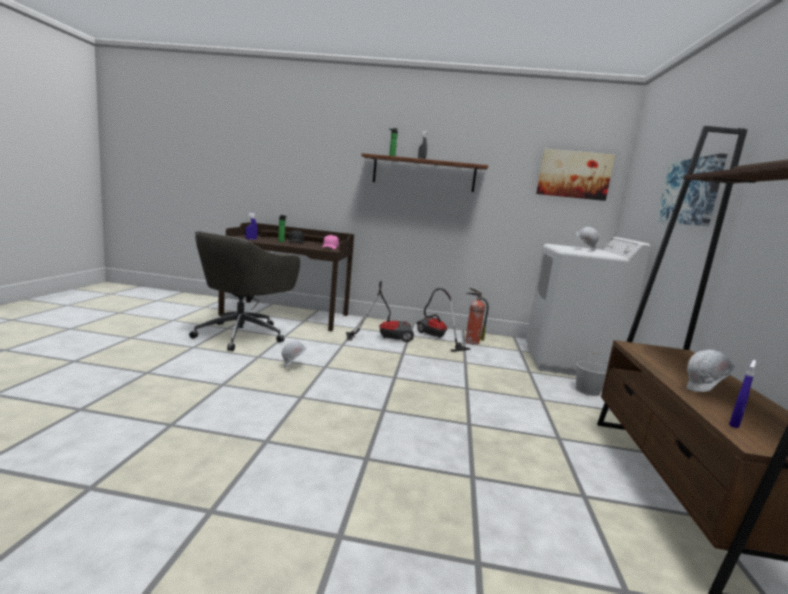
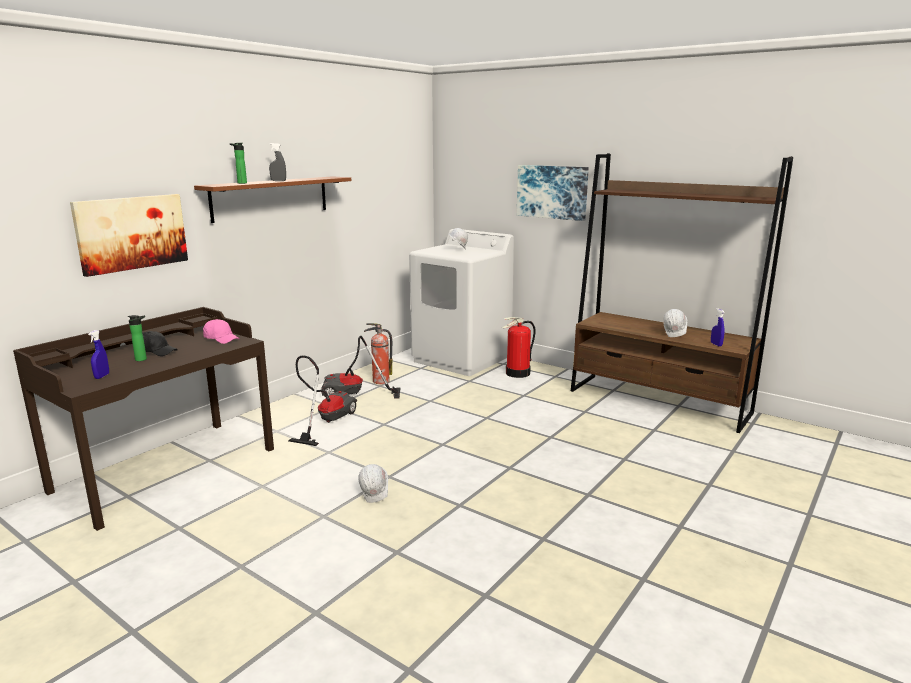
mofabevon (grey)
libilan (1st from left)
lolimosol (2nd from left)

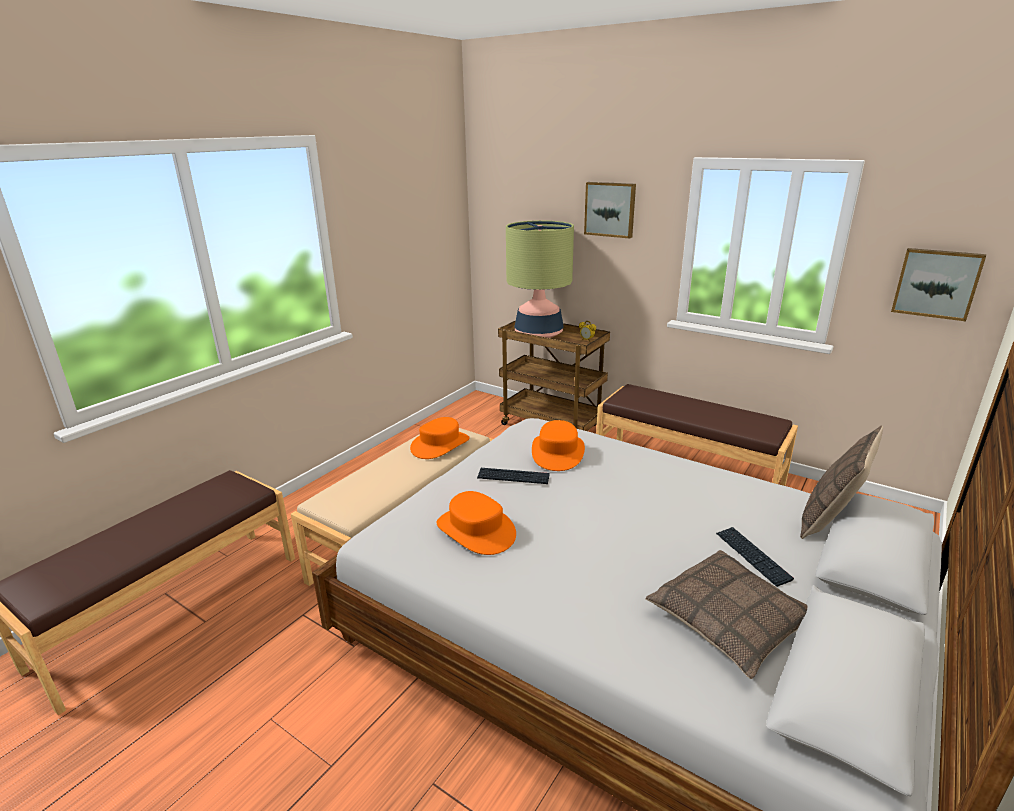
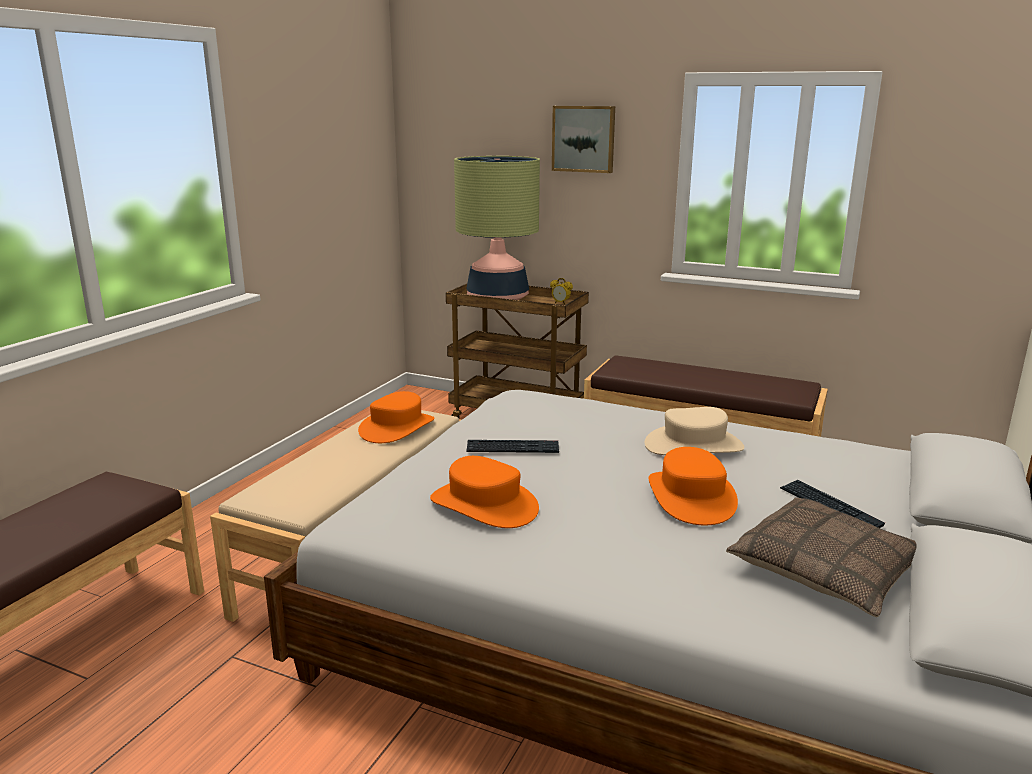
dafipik (2nd from left in the first image)
libilan (2nd from left in the first image)
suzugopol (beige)
suzugopol (orange) (3rd from left)

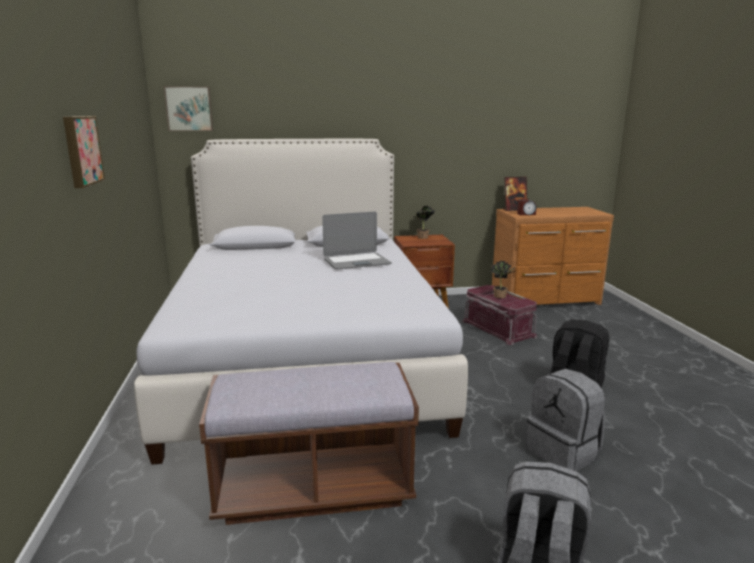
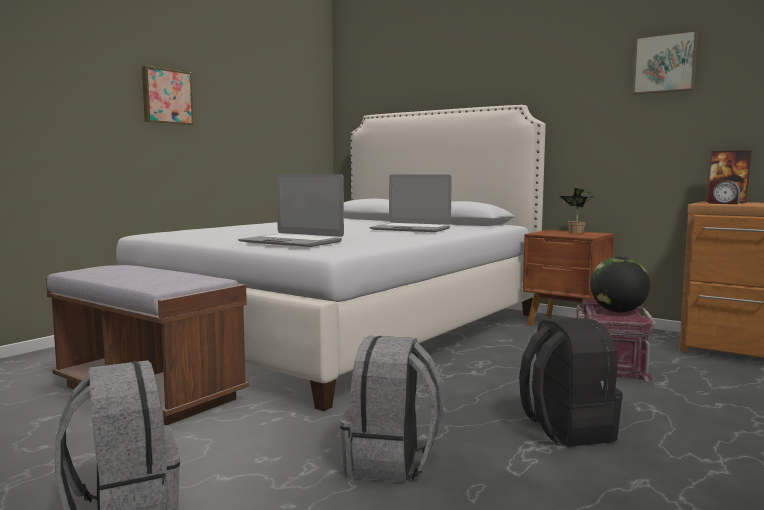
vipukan (1st from left)
libilan (2nd from left)
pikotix

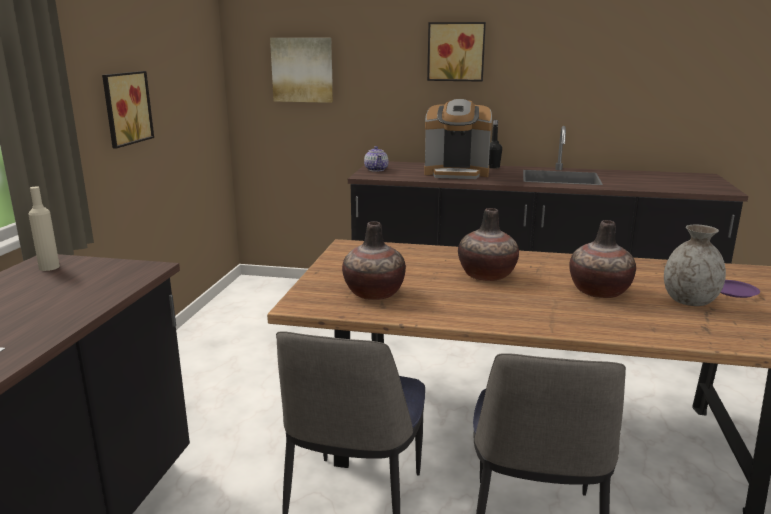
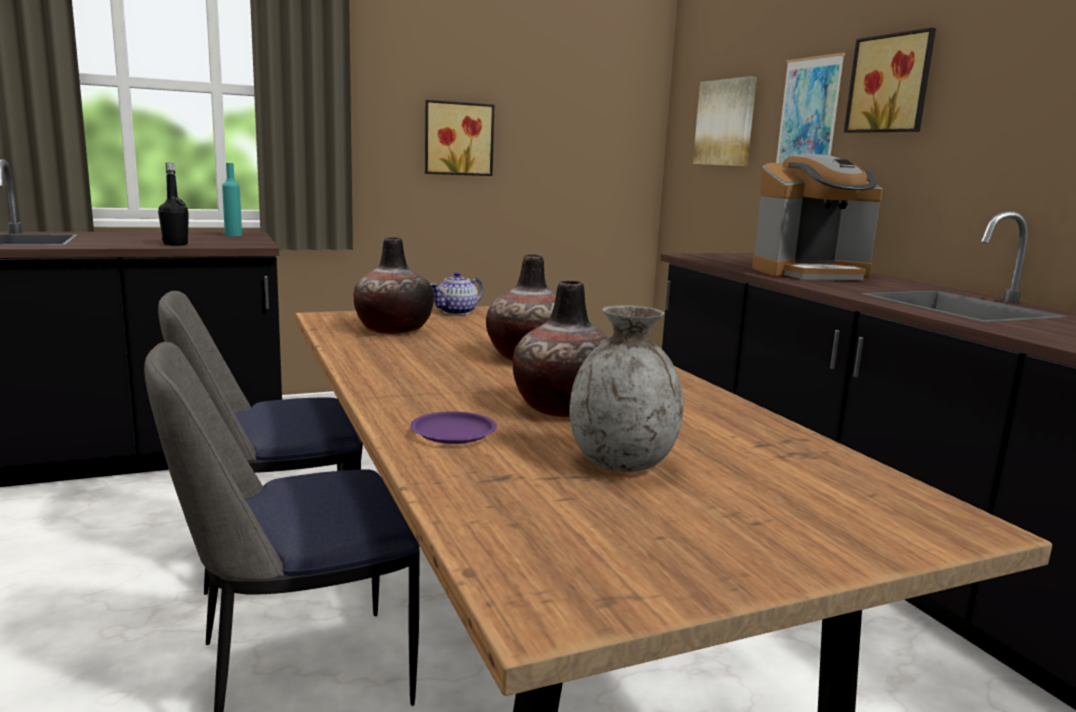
libilan (3rd from left)
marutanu
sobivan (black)
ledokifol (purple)
sobivan (turquoise)
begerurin

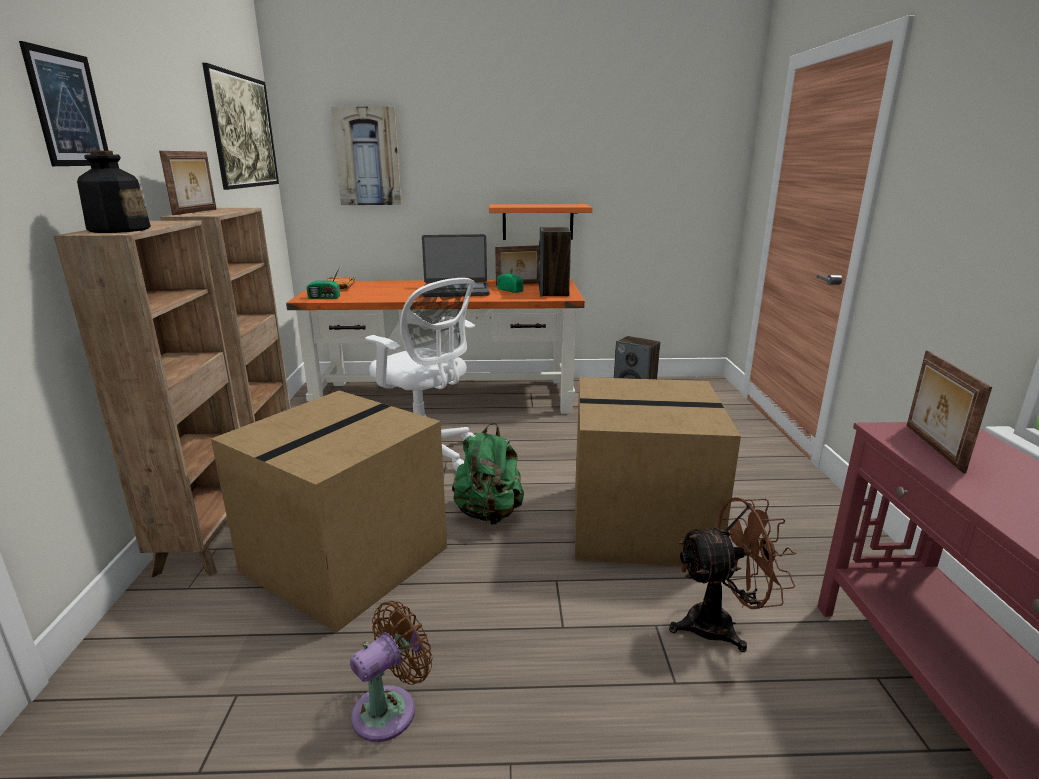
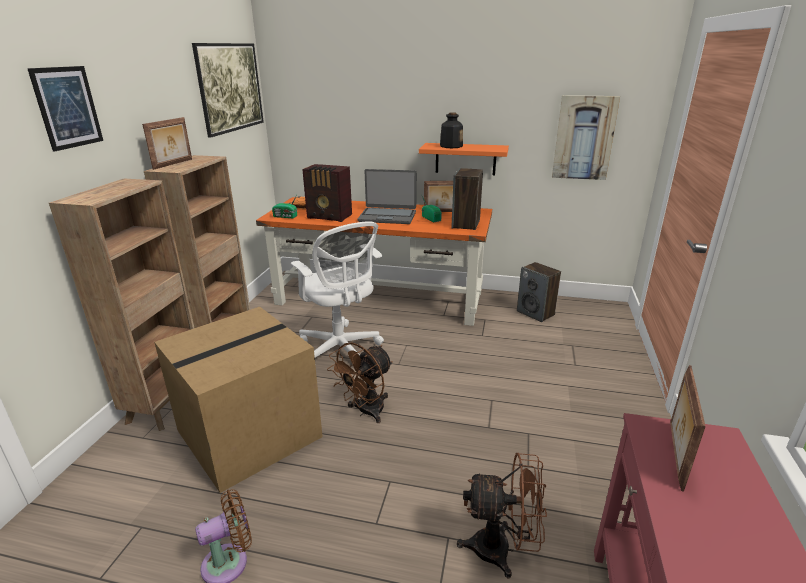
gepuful (2nd from left in the first image)
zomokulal (2nd from left)
sobivan
libilan (3rd from left)
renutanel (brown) (2nd from left)

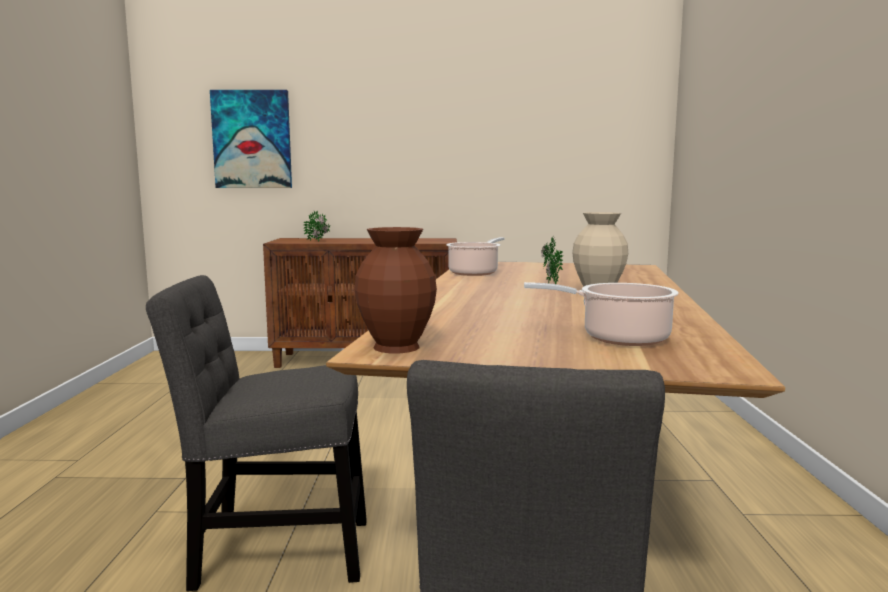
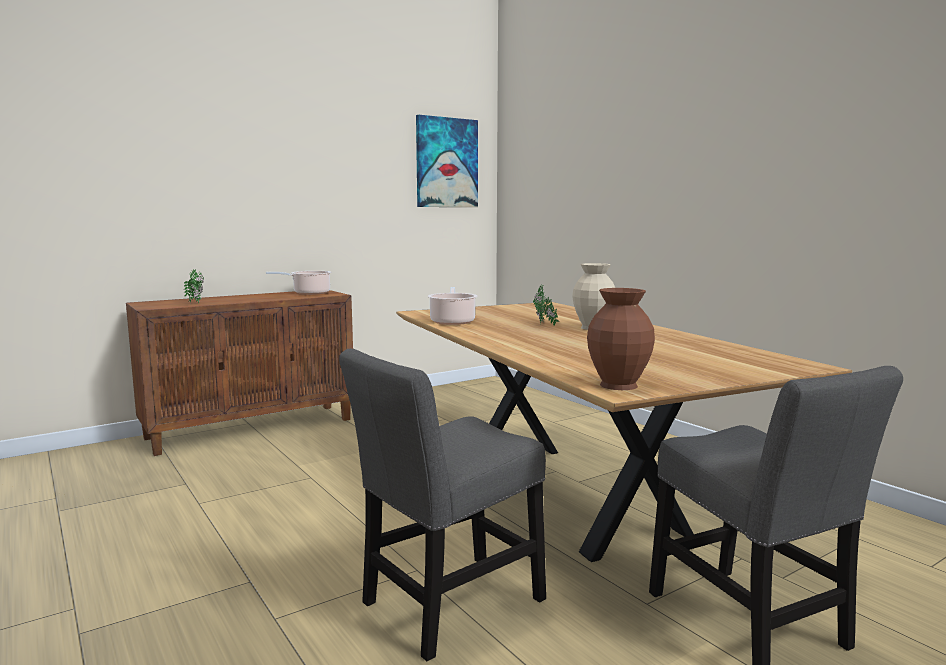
libilan
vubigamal (1st from left)

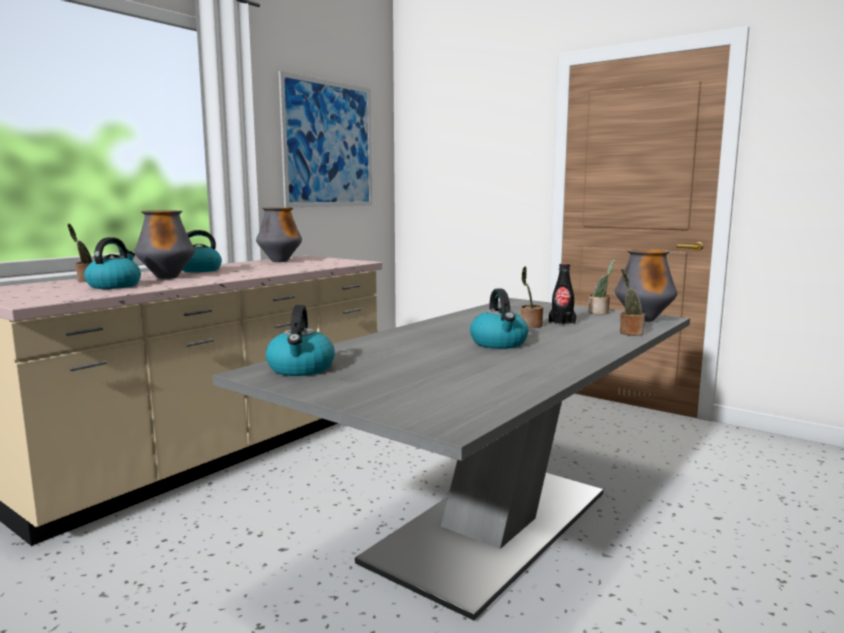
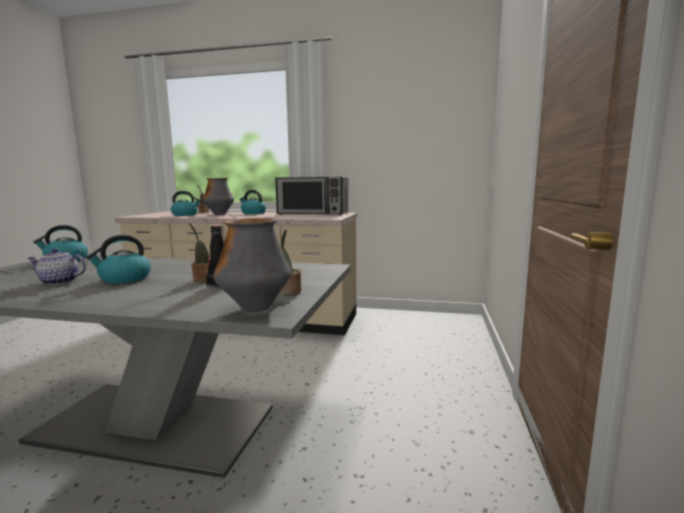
libilan
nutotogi (4th from left in the first image)
marutanu
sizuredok

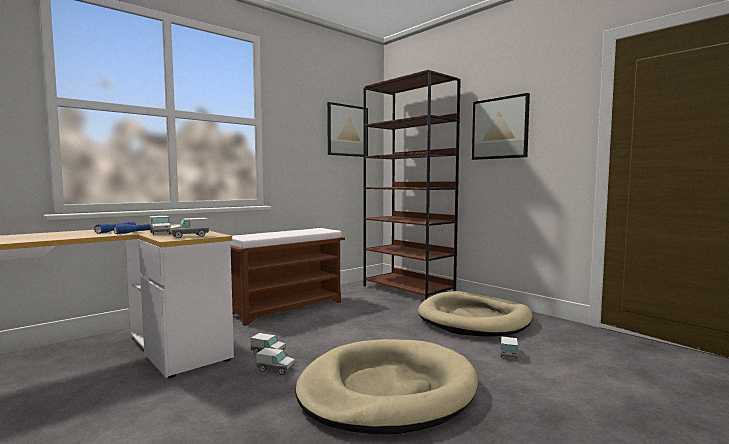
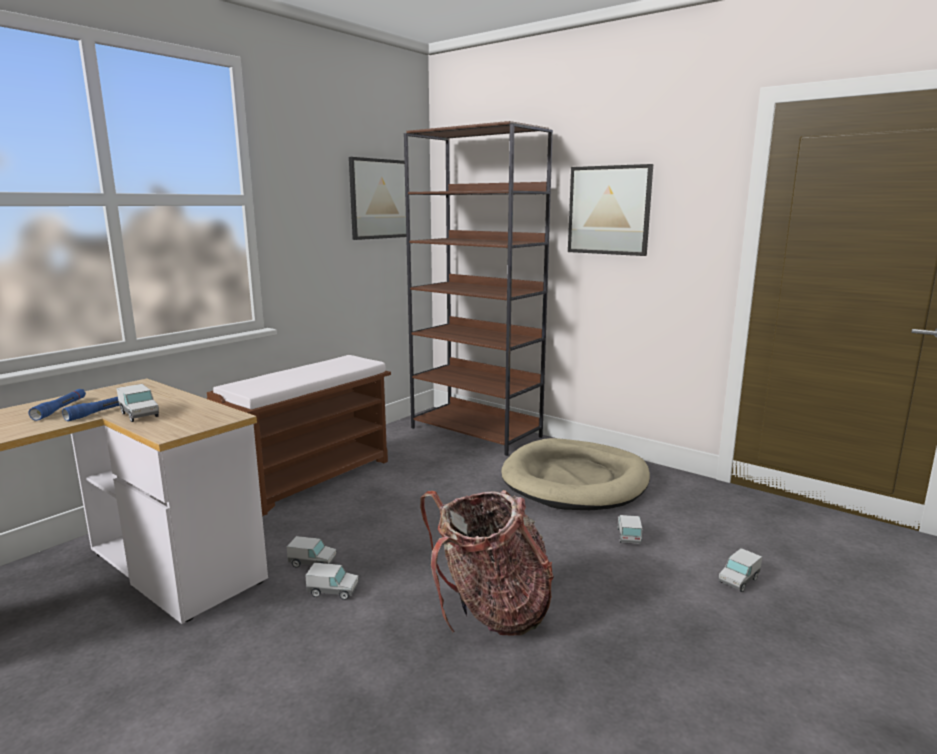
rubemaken (5th from left)
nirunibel

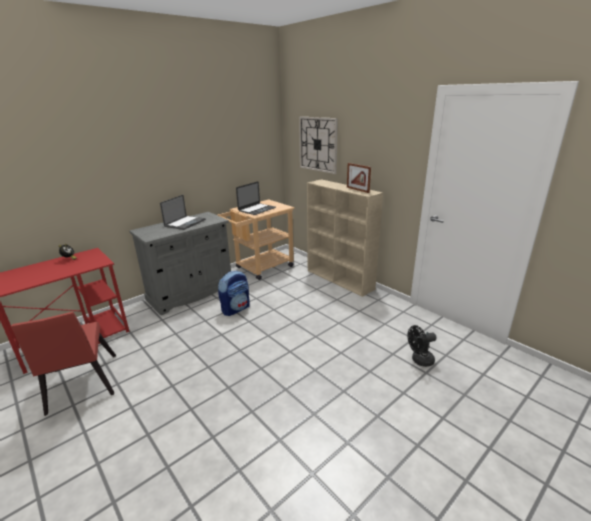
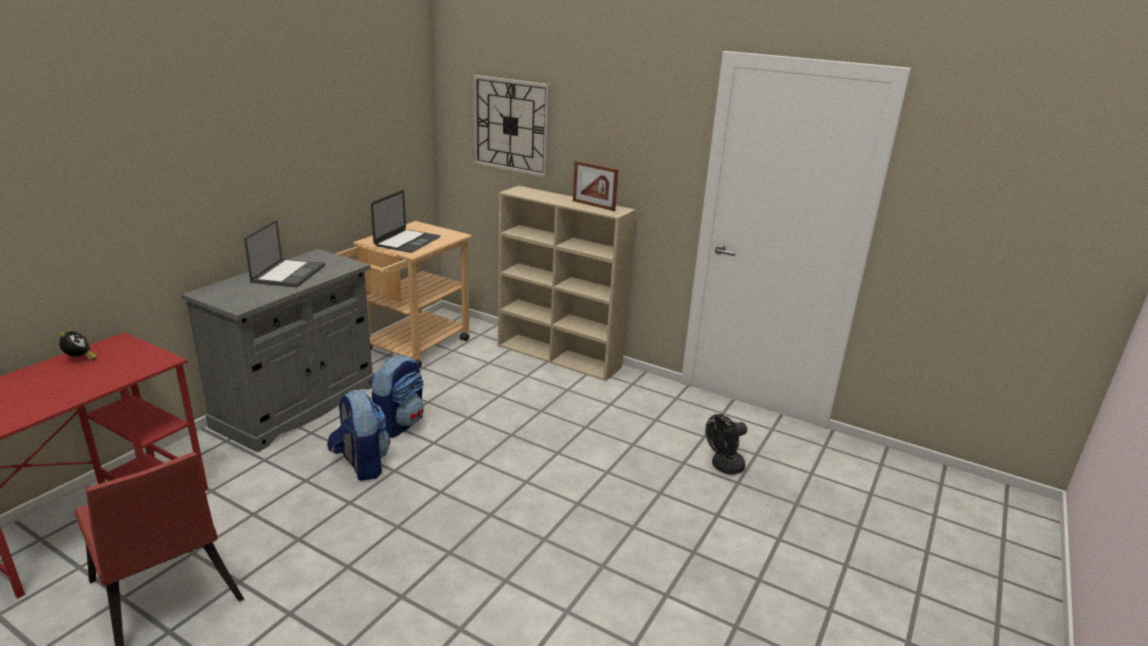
nirunibel (1st from left)

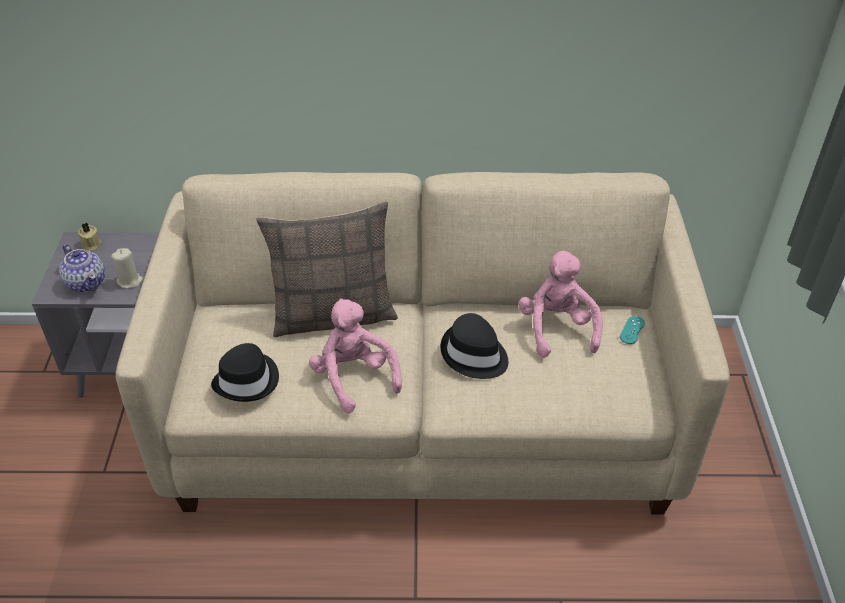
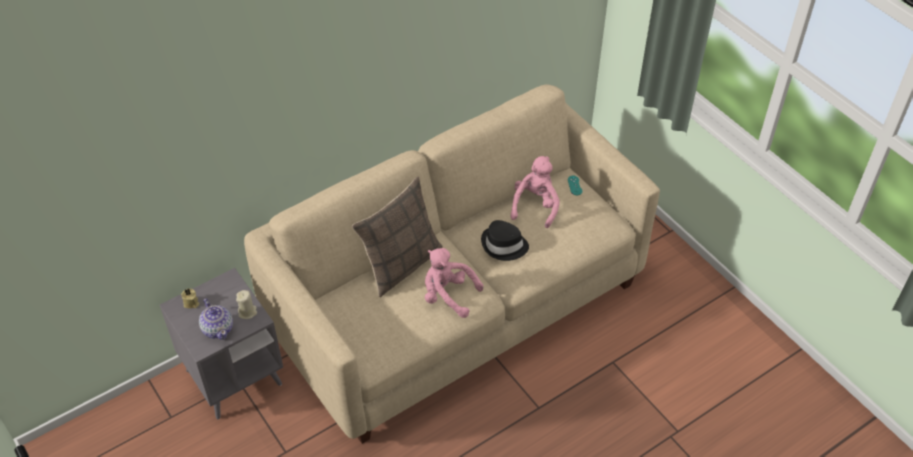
suzugopol (black) (1st from left in the first image)
marutanu
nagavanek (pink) (2nd from left)

